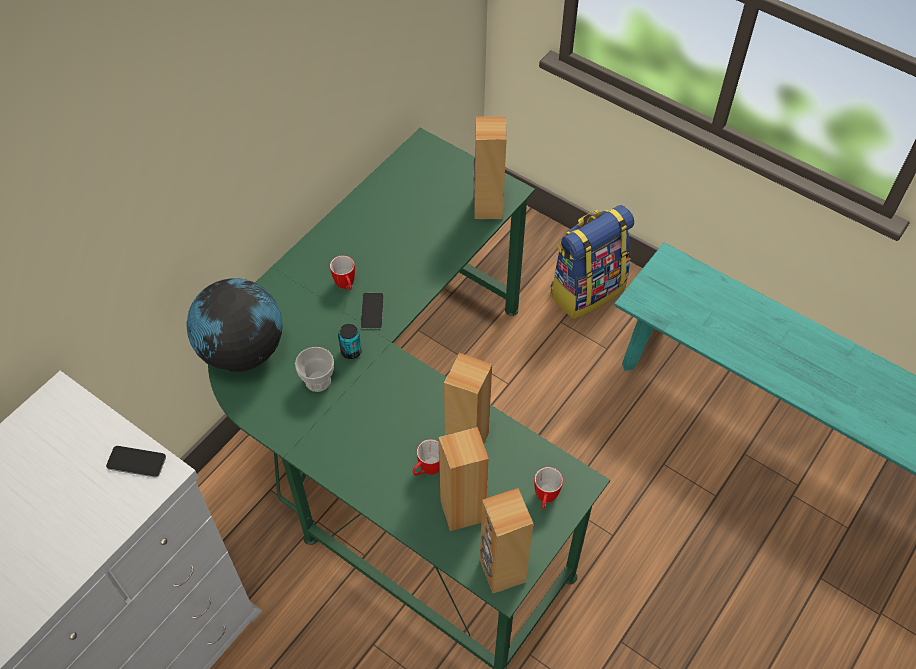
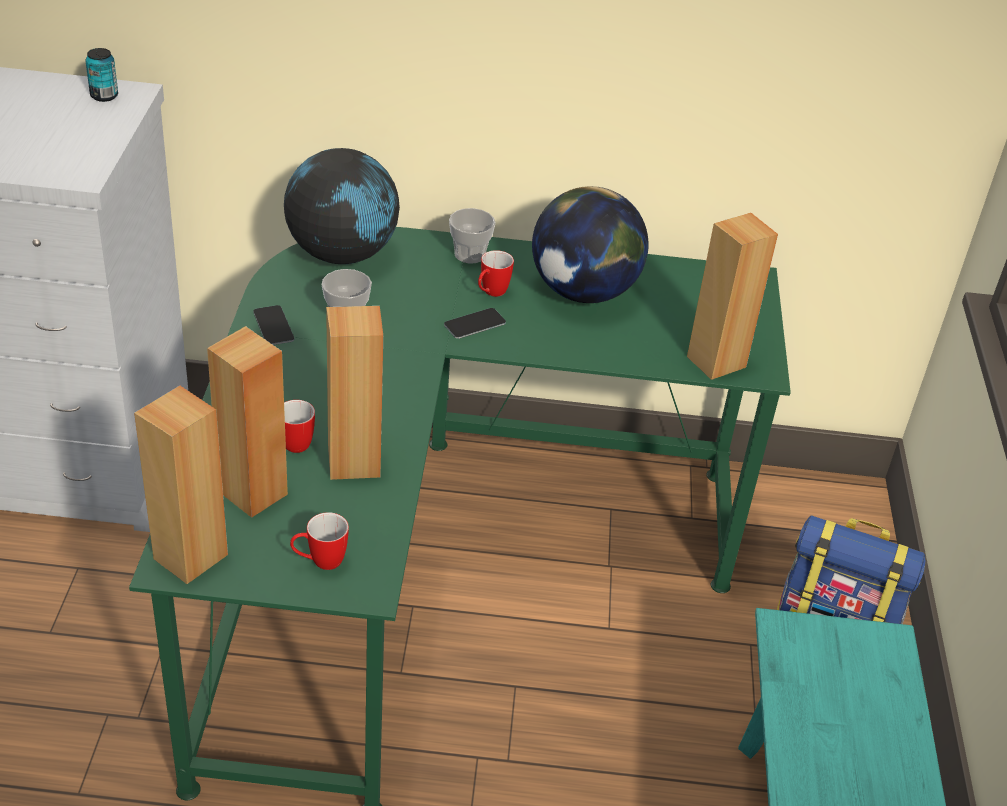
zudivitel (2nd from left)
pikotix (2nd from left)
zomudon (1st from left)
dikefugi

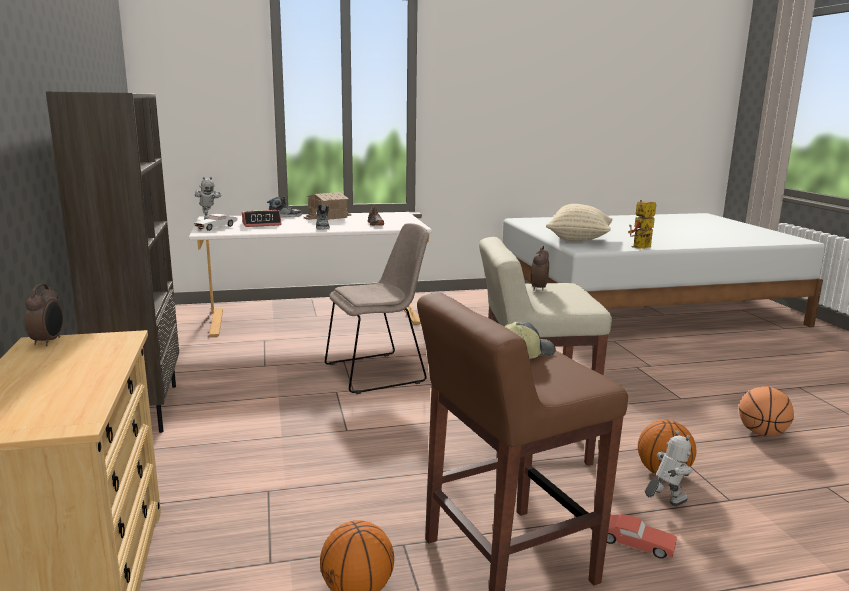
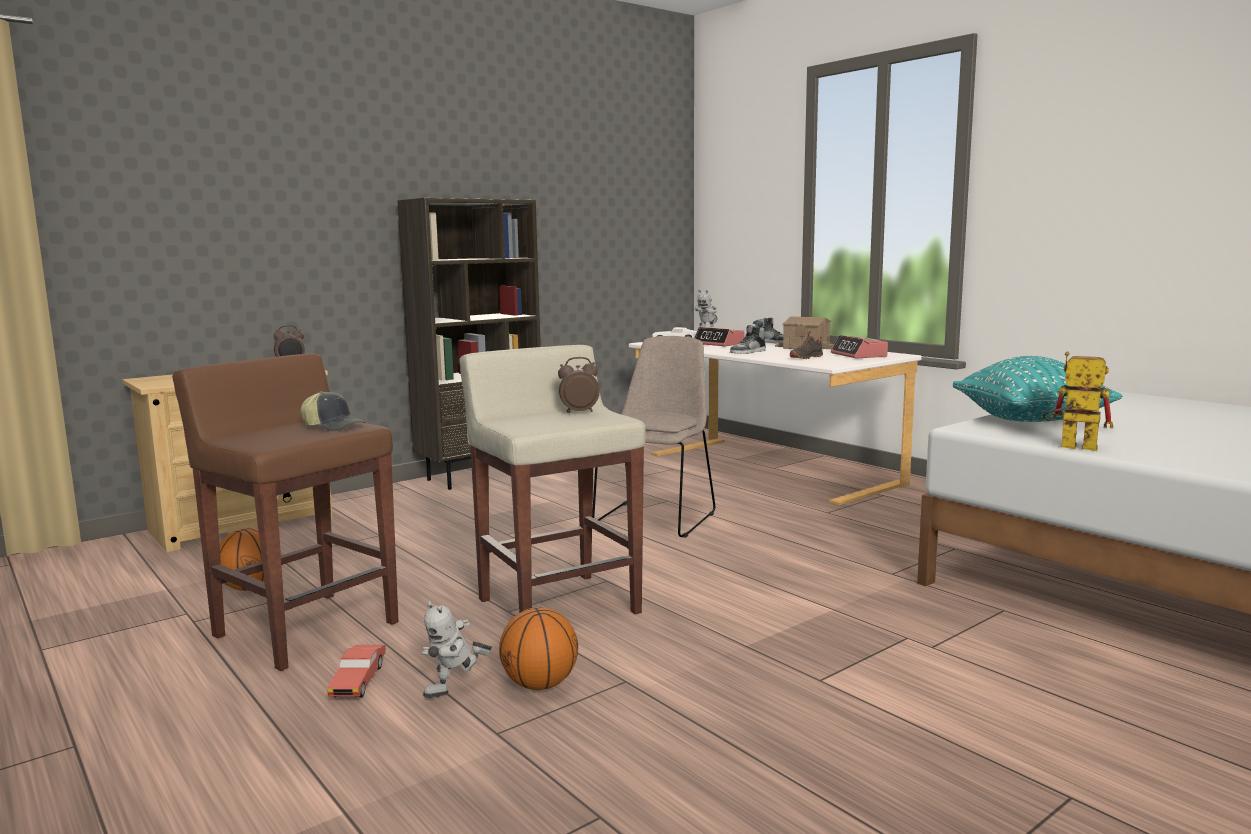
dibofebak (3rd from left in the first image)
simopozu (4th from left)
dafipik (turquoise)
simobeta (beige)
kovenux (1st from left)

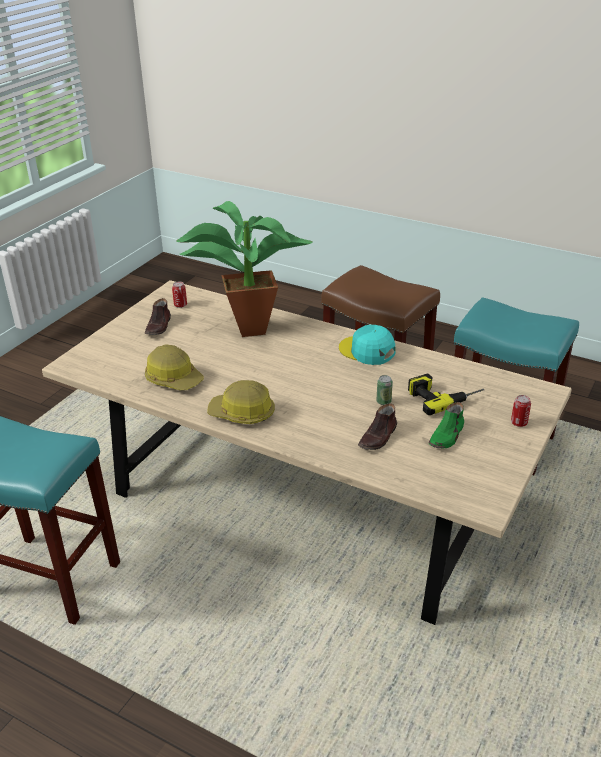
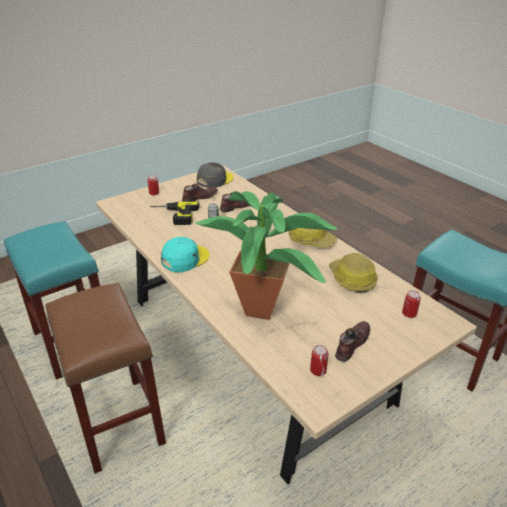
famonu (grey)
dikefugi (4th from left)
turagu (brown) (1st from left)
famonu (turquoise)

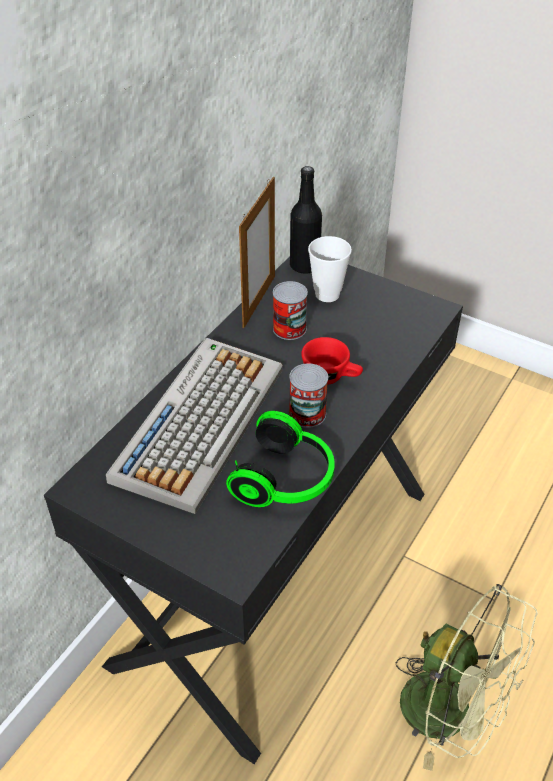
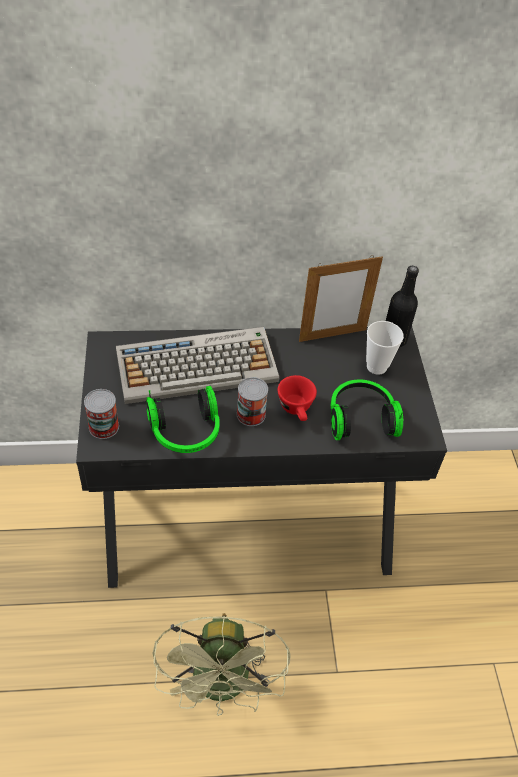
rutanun (2nd from left)
dikefugi (1st from left)

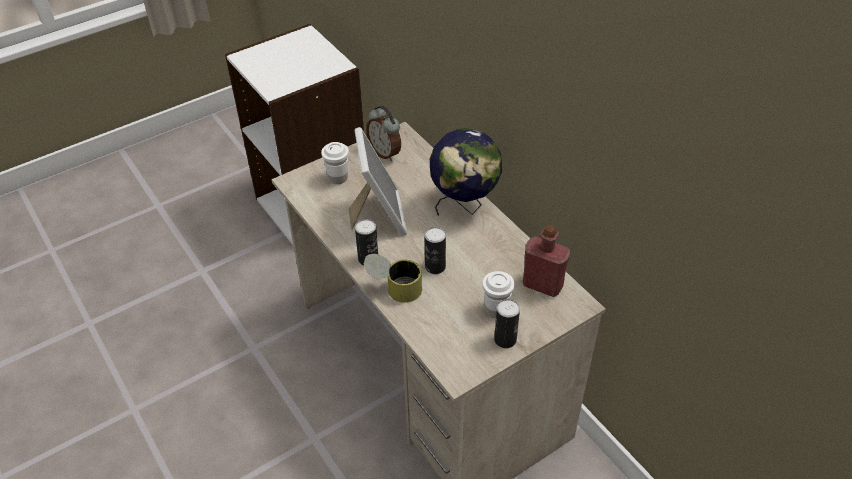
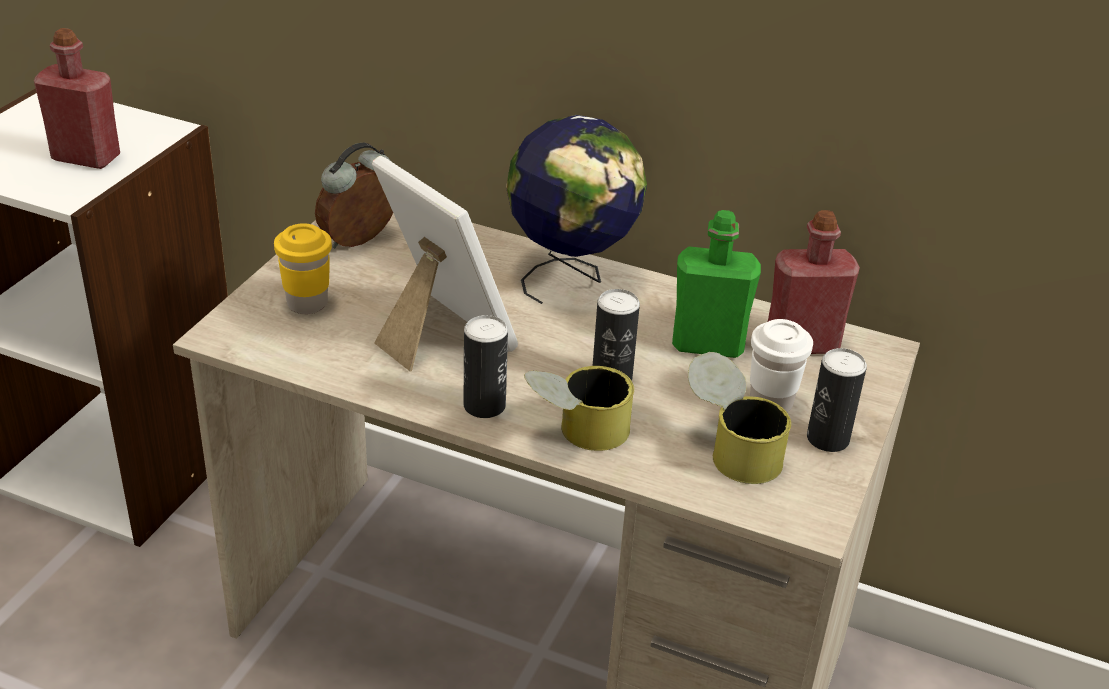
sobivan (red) (1st from left)
sobivan (green)
dikefugi (4th from left)
zudivitel (yellow)
simopozu

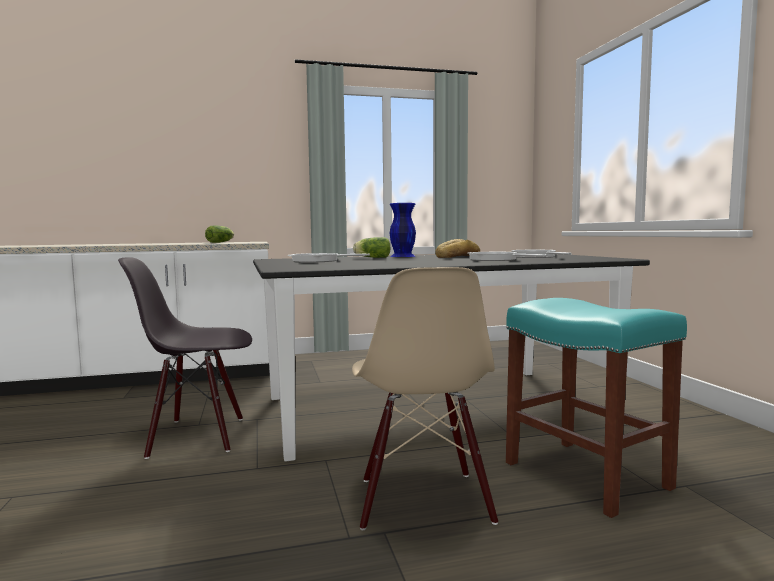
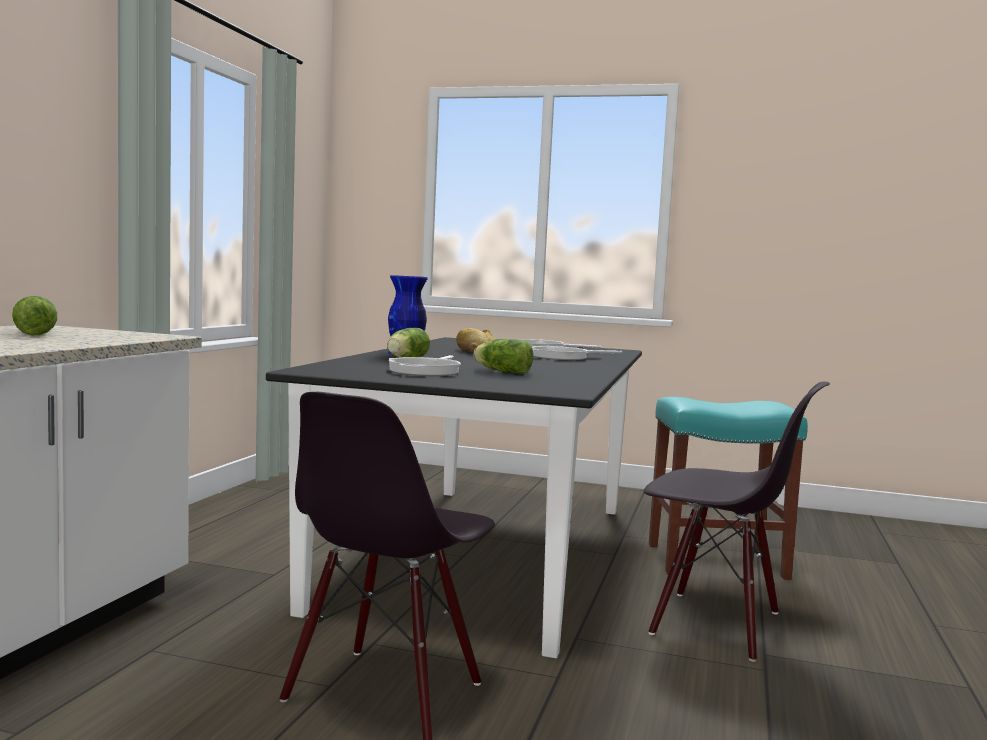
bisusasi (3rd from left)
simobeta (black) (2nd from left)

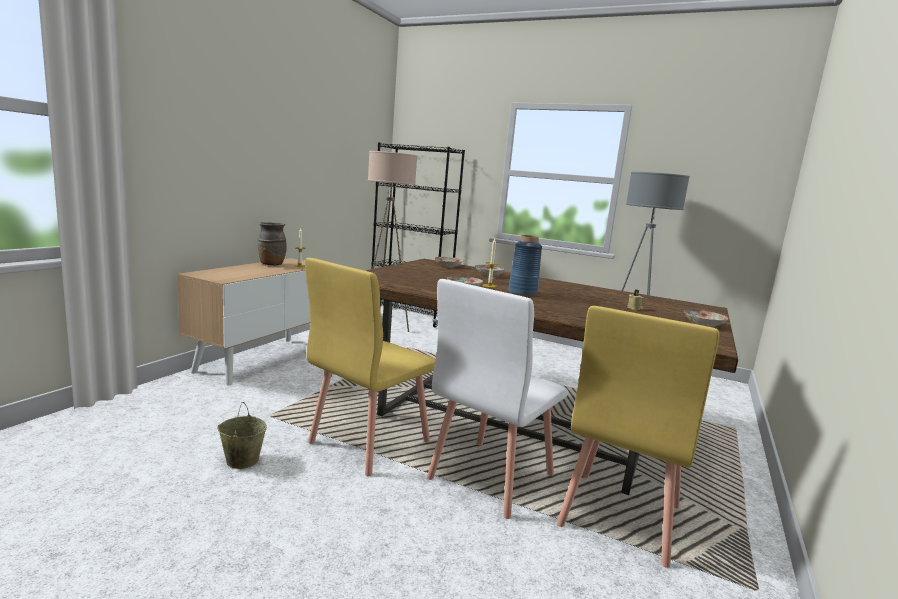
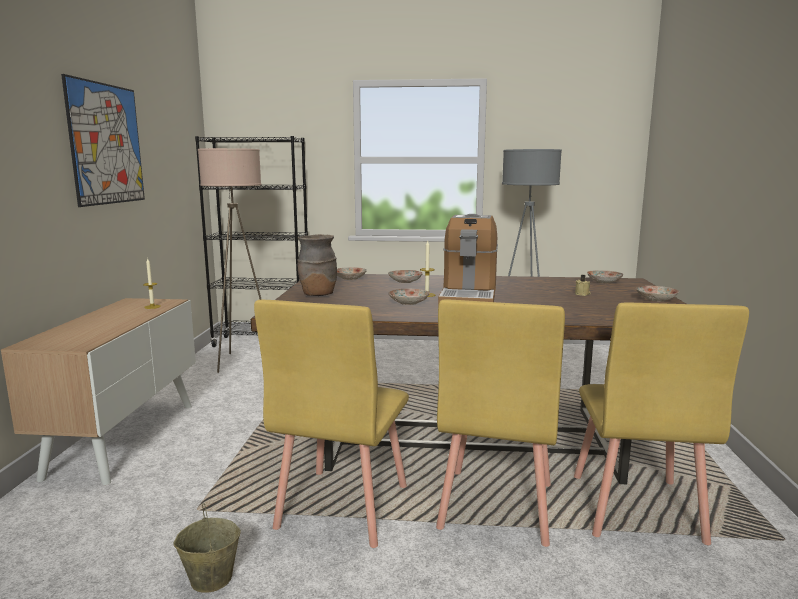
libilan
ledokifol (4th from left)
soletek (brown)
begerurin
simobeta (yellow) (2nd from left)

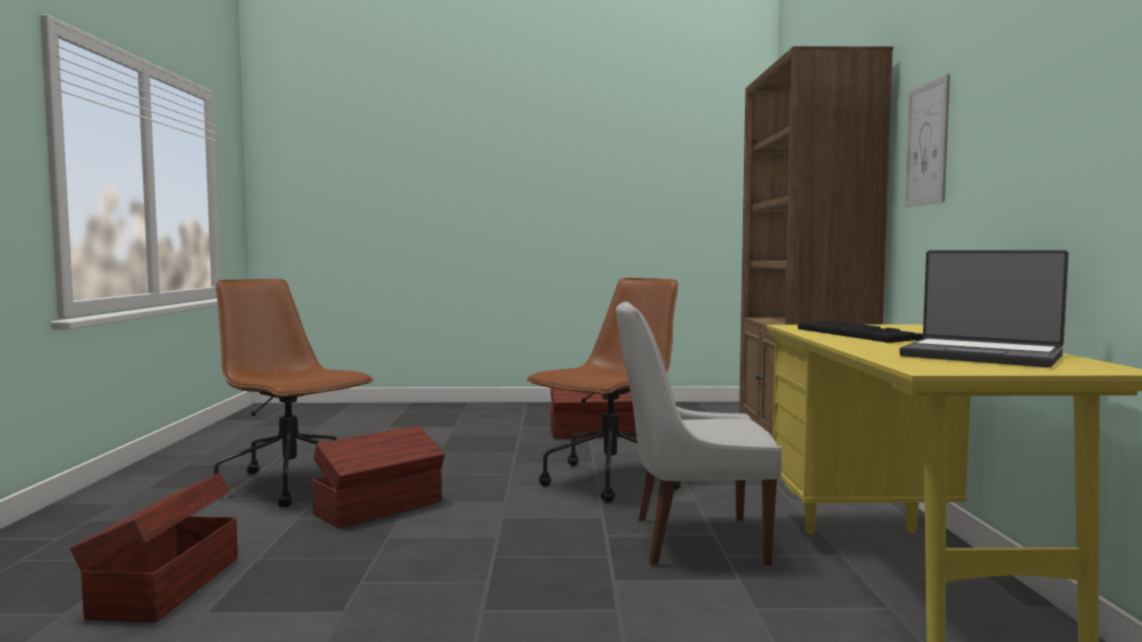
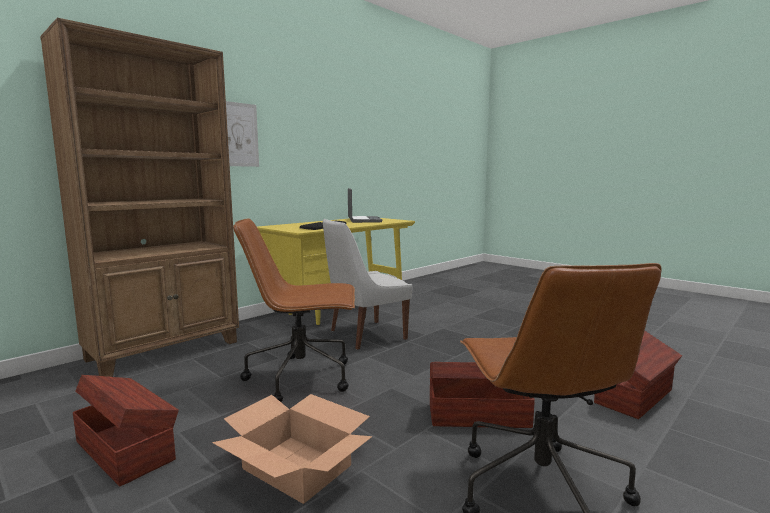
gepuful
simobeta (white)

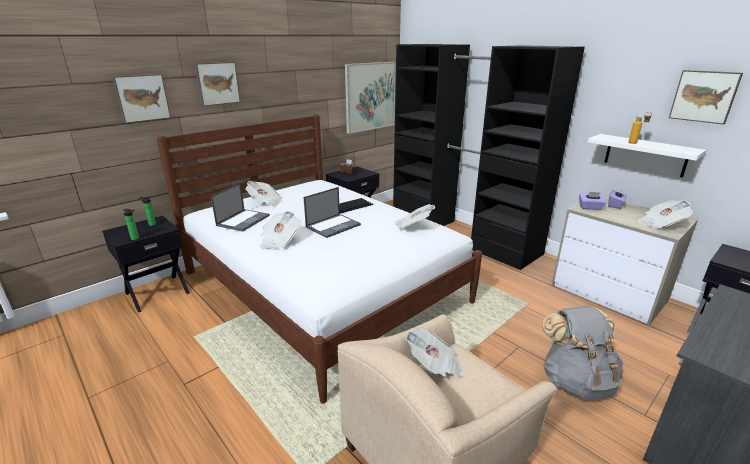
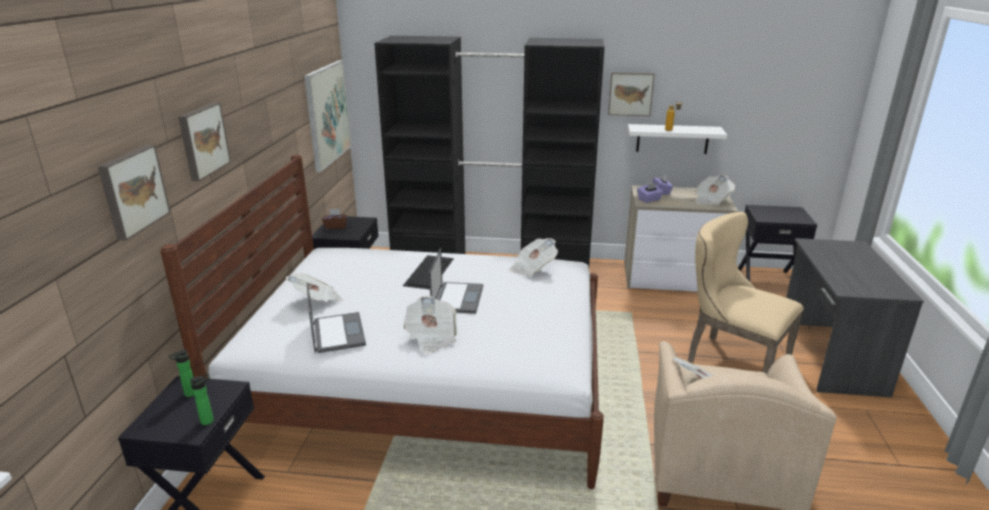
libilan (4th from left)
simobeta (beige)

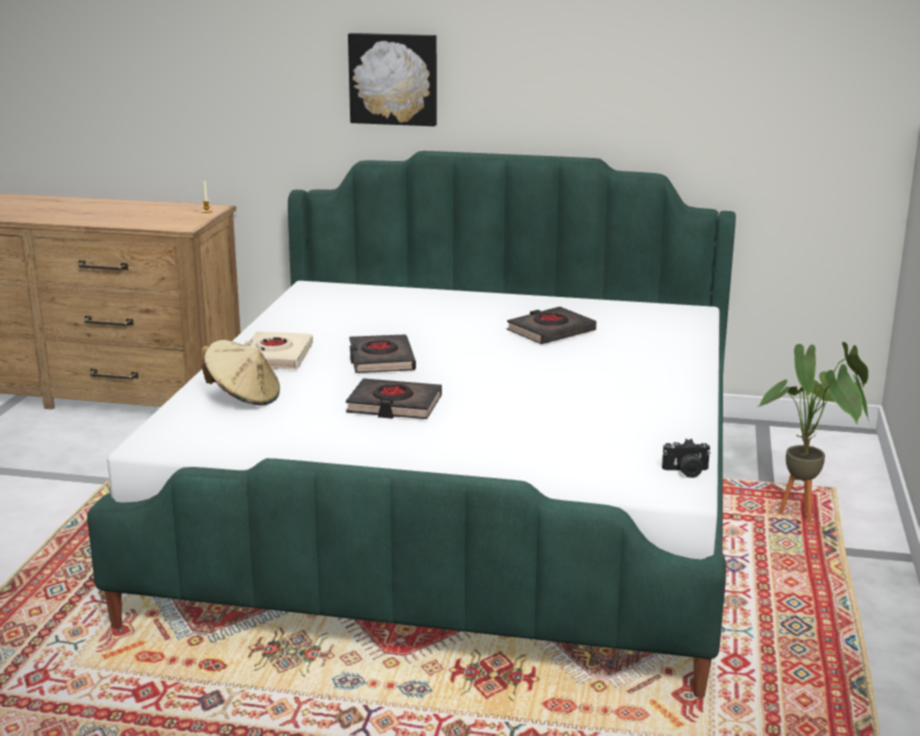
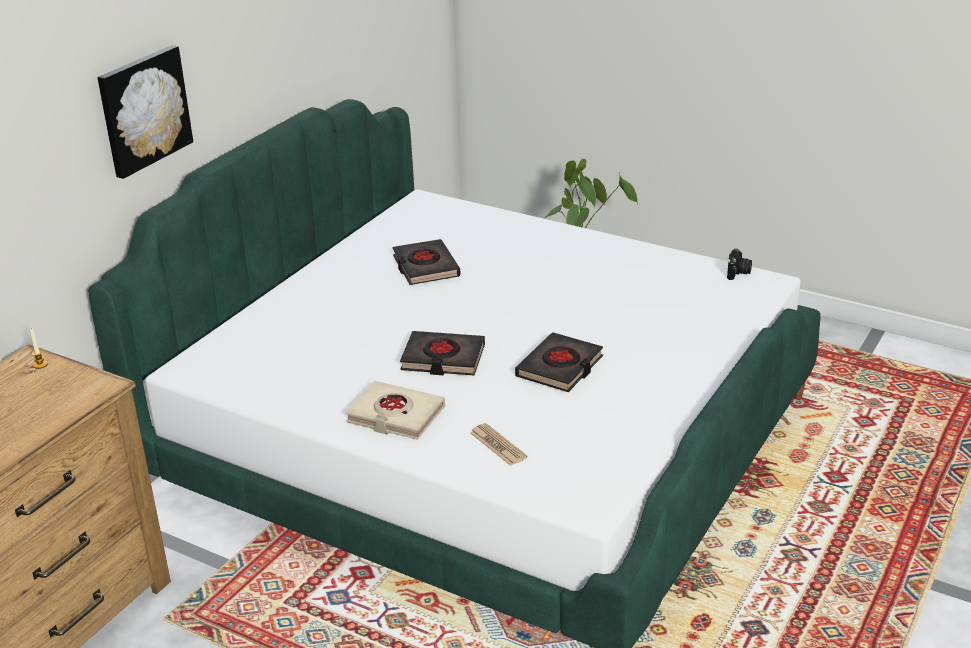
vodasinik

